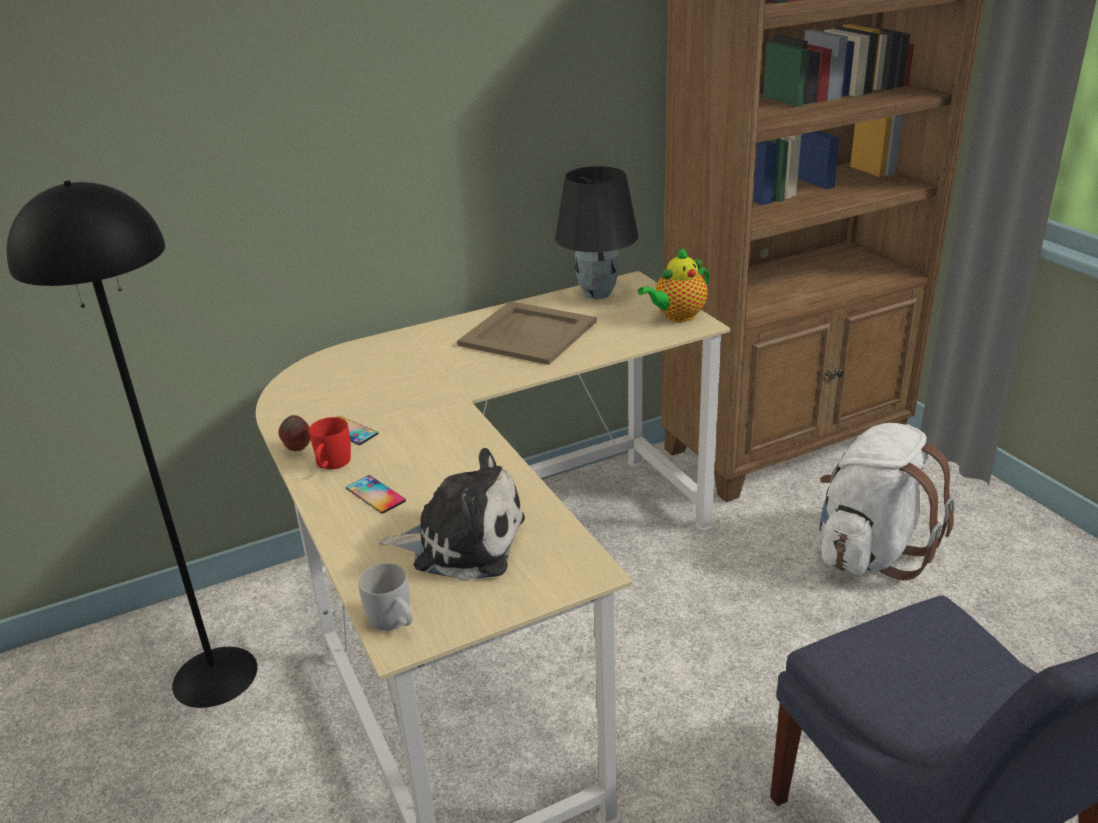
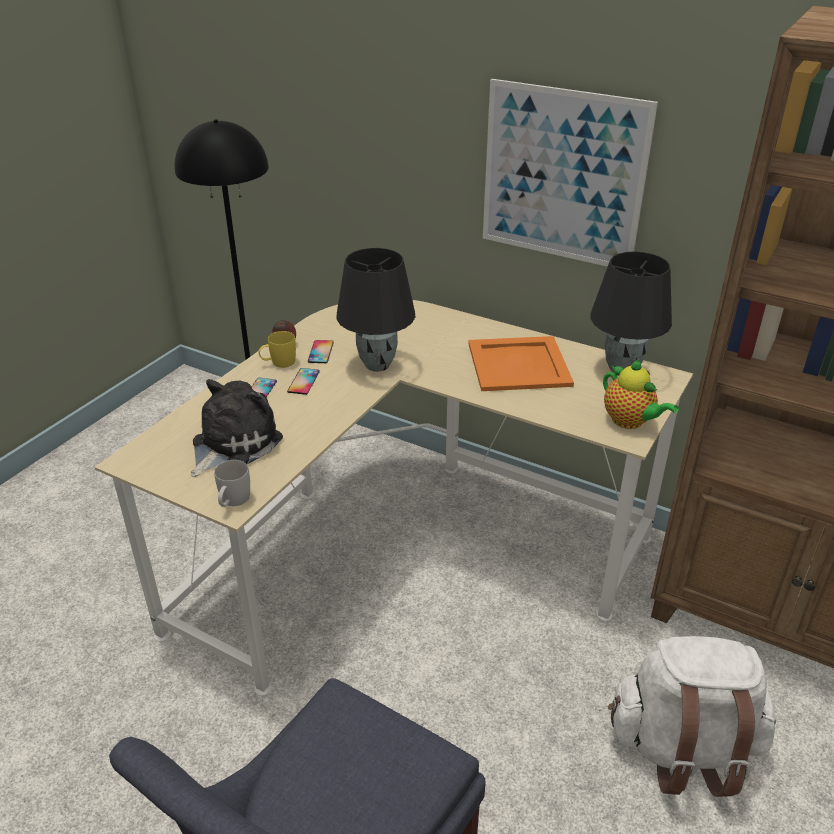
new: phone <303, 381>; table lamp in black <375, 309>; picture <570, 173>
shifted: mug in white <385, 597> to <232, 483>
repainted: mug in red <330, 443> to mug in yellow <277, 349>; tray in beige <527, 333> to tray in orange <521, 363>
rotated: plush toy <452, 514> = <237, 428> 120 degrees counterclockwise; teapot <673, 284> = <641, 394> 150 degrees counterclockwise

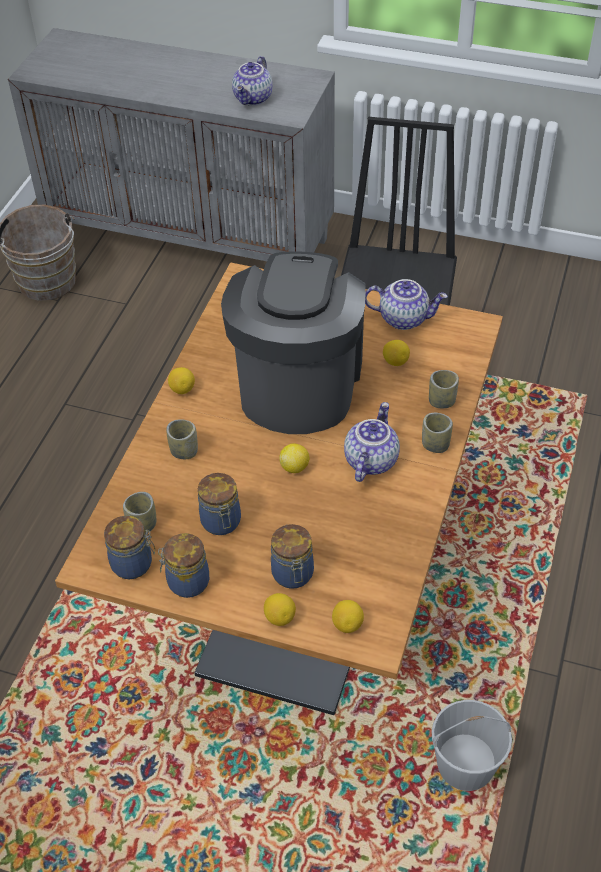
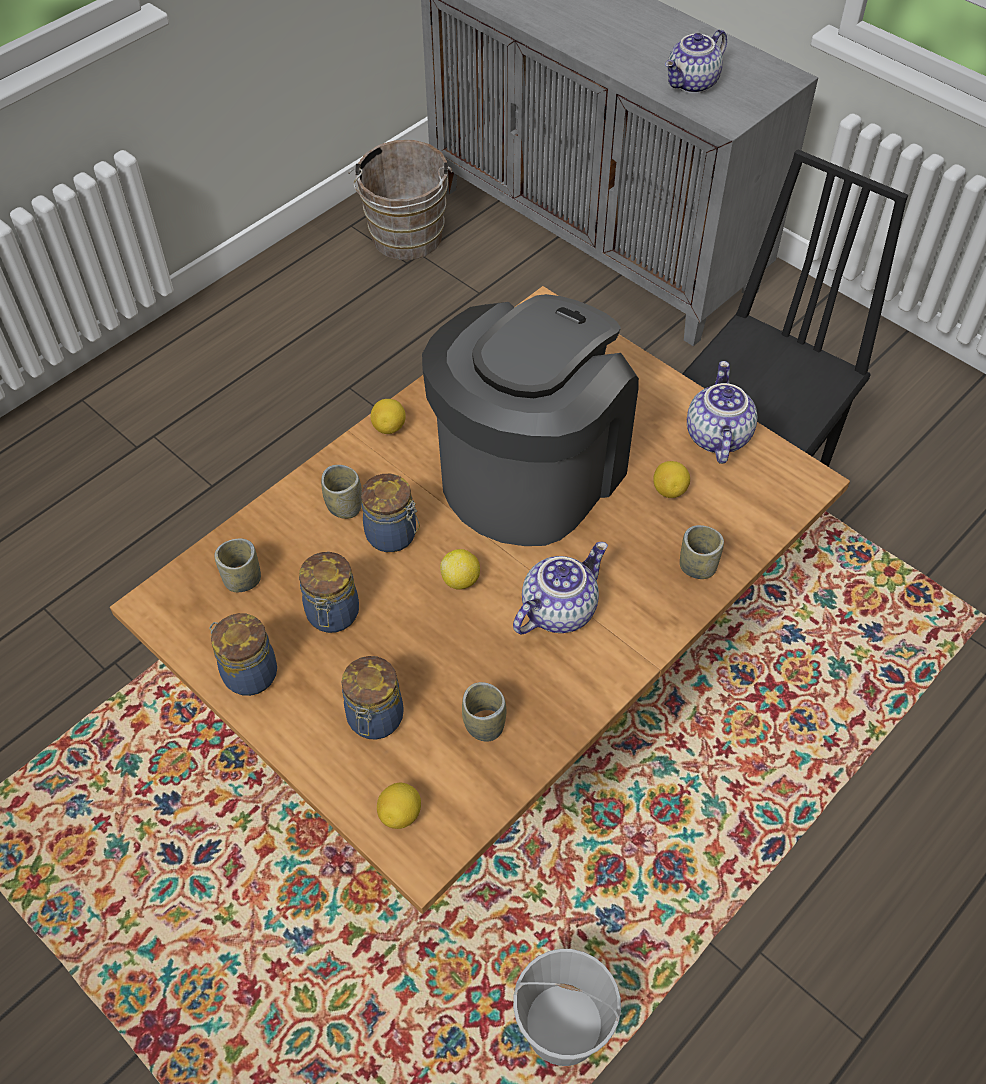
gone: lemon <280, 609>
shifted: jar <129, 547> to <390, 513>; cup <437, 433> to <484, 712>
rotated: teapot <406, 304> = <722, 412> 120 degrees counterclockwise

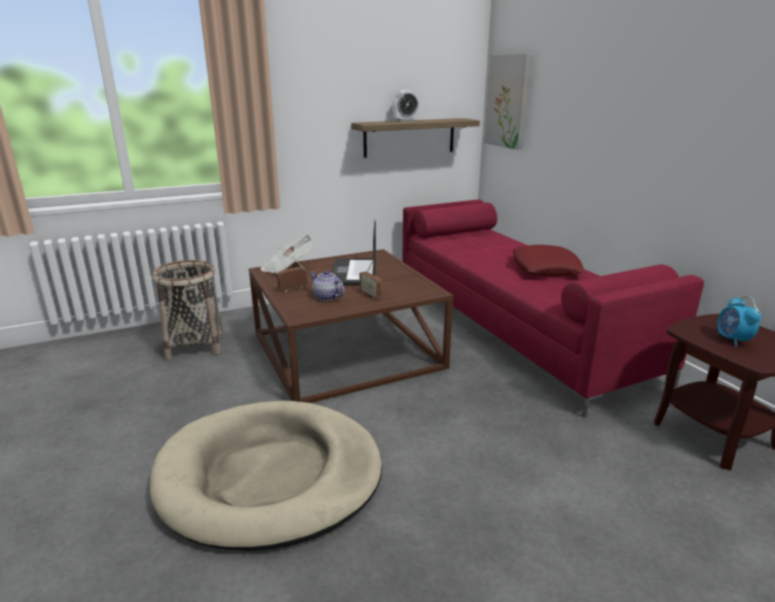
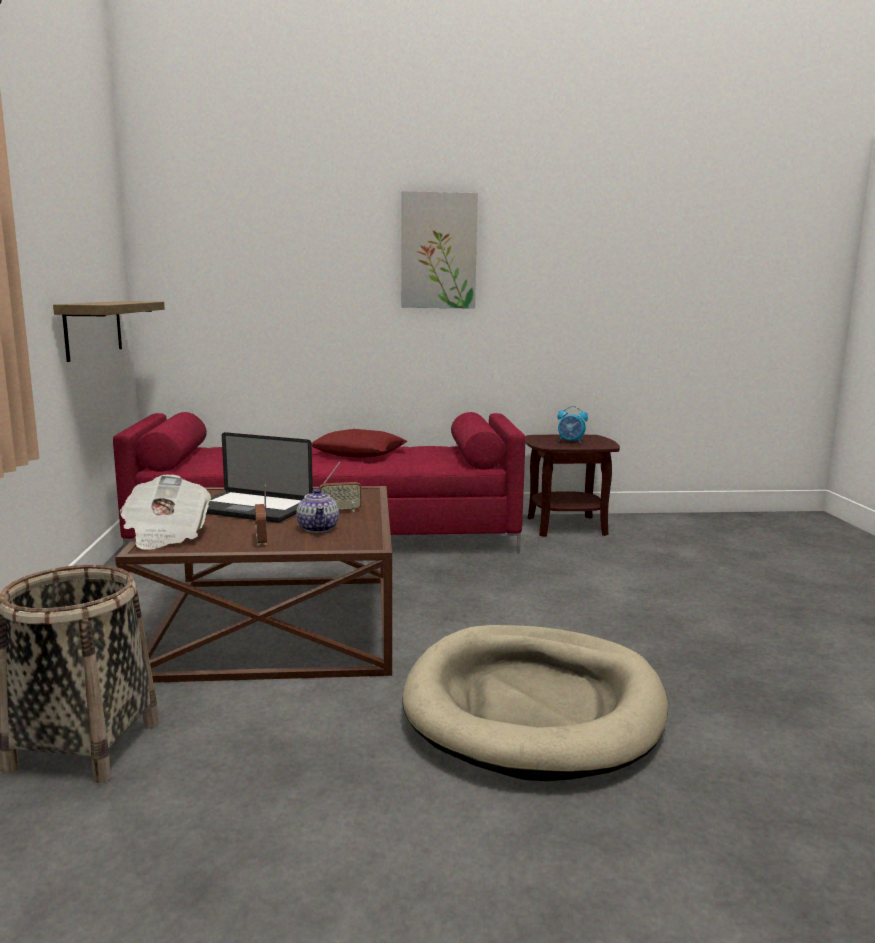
gone: alarm clock <405, 106>
shifted: picture <507, 102> to <440, 250>
rotated: teapot <327, 285> = <317, 511> 75 degrees counterclockwise

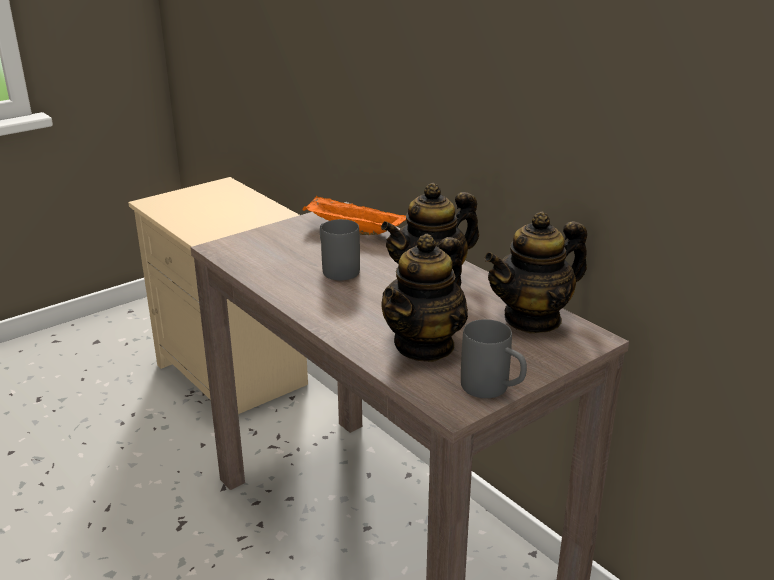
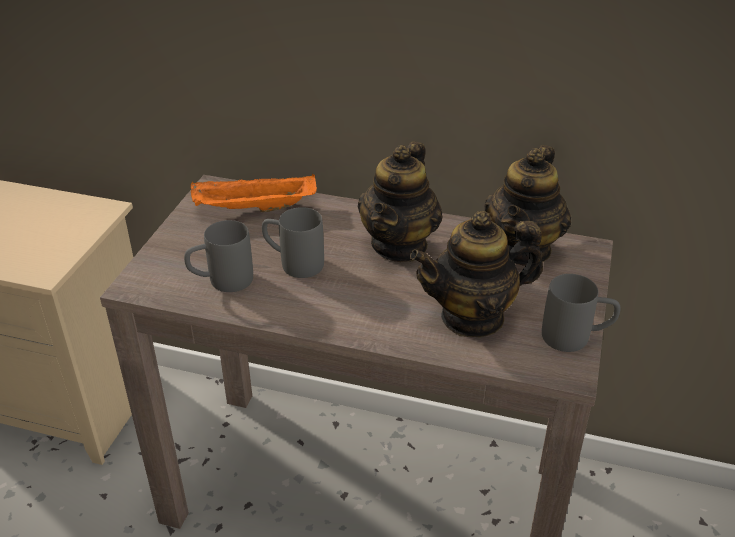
new: mug in grey <218, 256>
rotated: teapot <425, 298> = <476, 274> 75 degrees clockwise

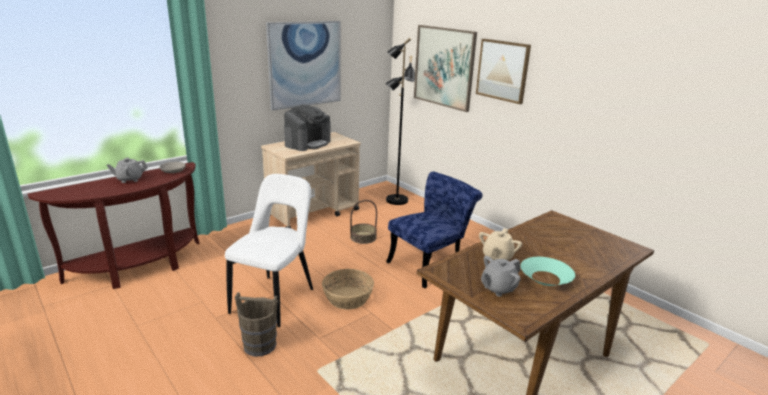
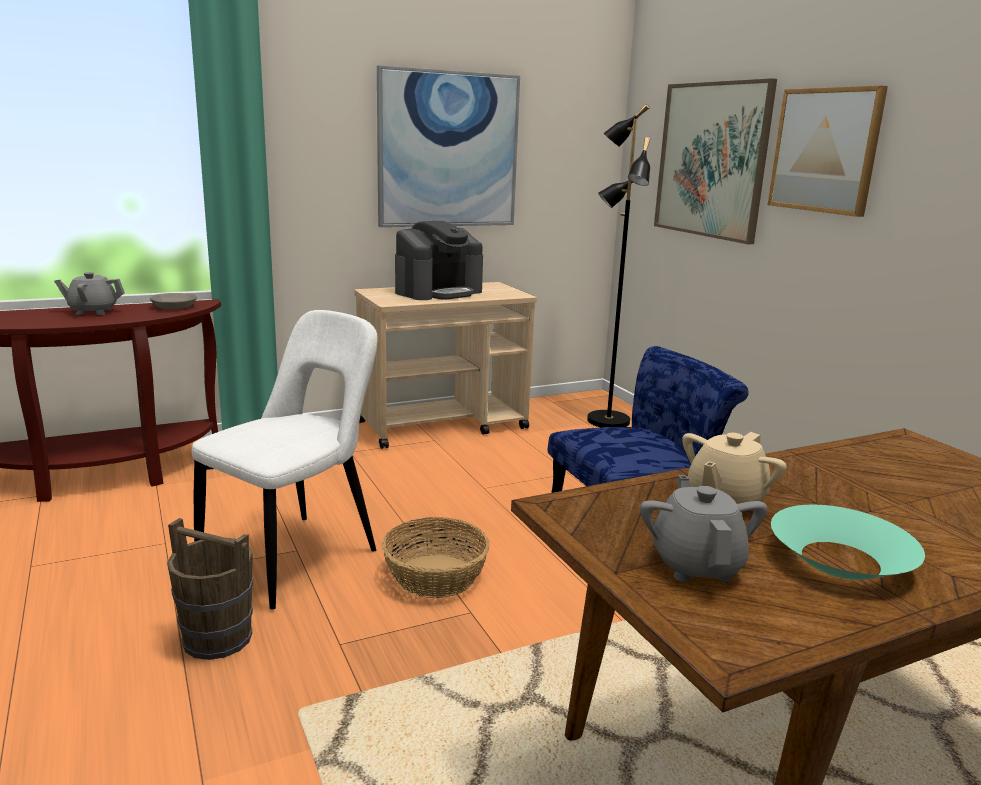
gone: basket <363, 222>
rotated: teapot in grey <501, 276> = <704, 528> 105 degrees clockwise

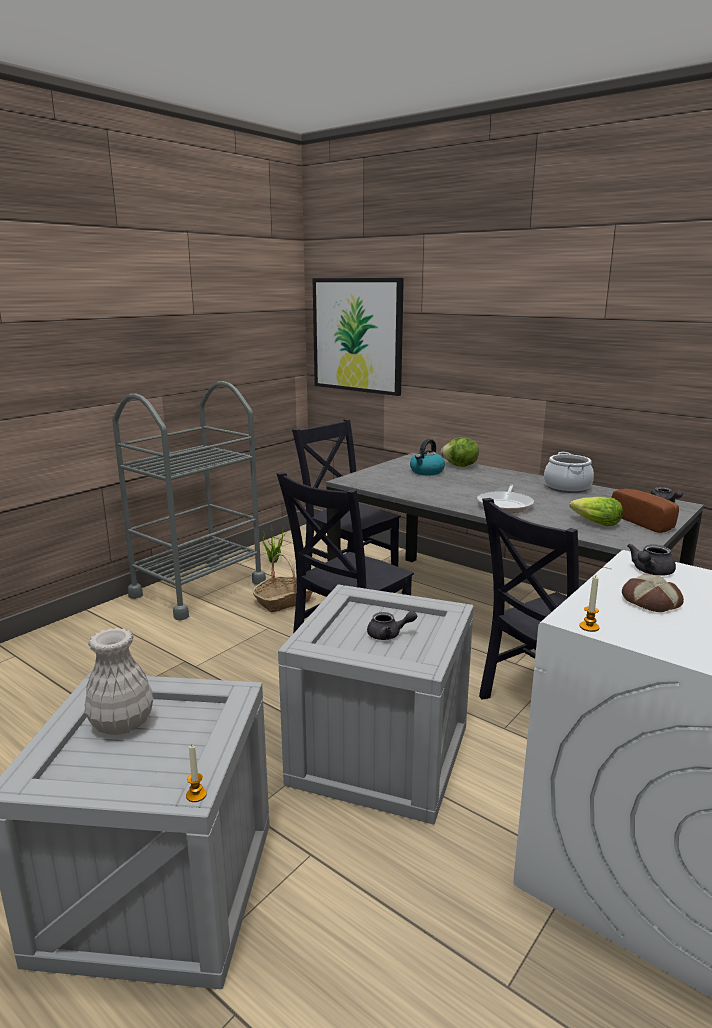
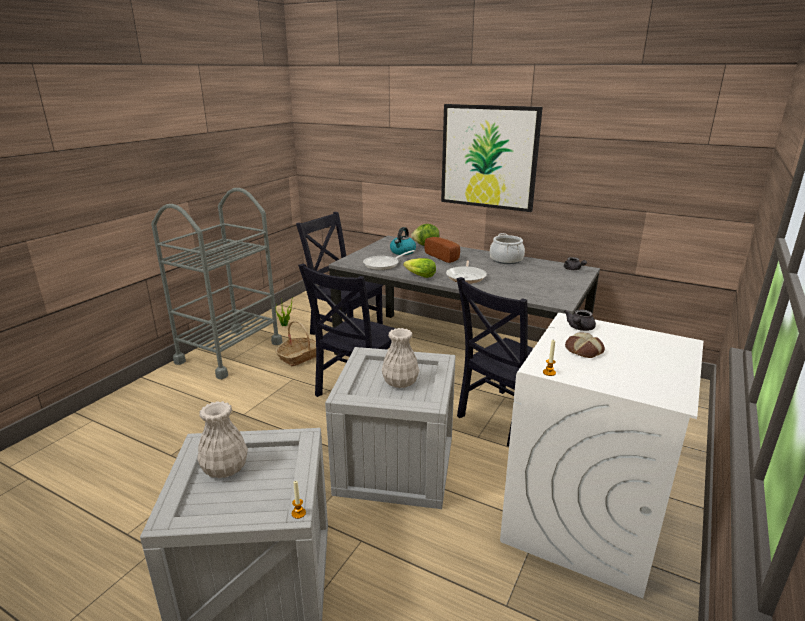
new: frying pan <389, 260>
shifted: picture <358, 337> to <492, 158>; lettuce <596, 511> to <419, 268>; bread <645, 511> to <442, 250>
swapped: teapot in grey <392, 625> to vase in white <400, 358>

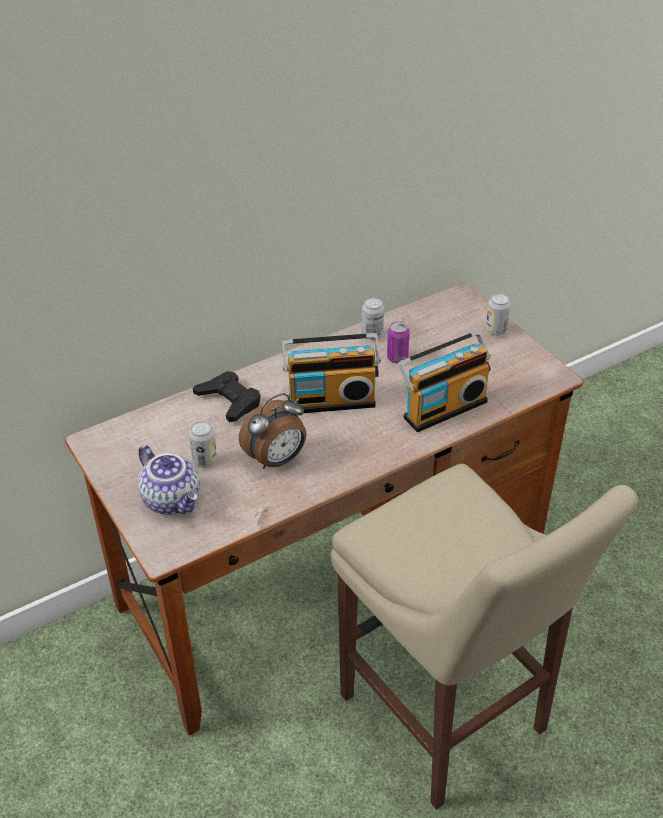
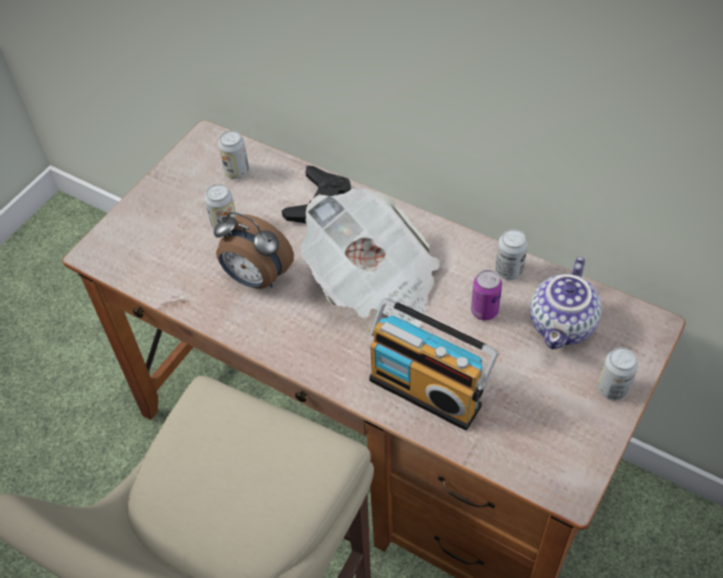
new: can <233, 155>
shifted: teapot <169, 480> to <566, 303>
swapped: radio <331, 373> to newspaper <370, 257>

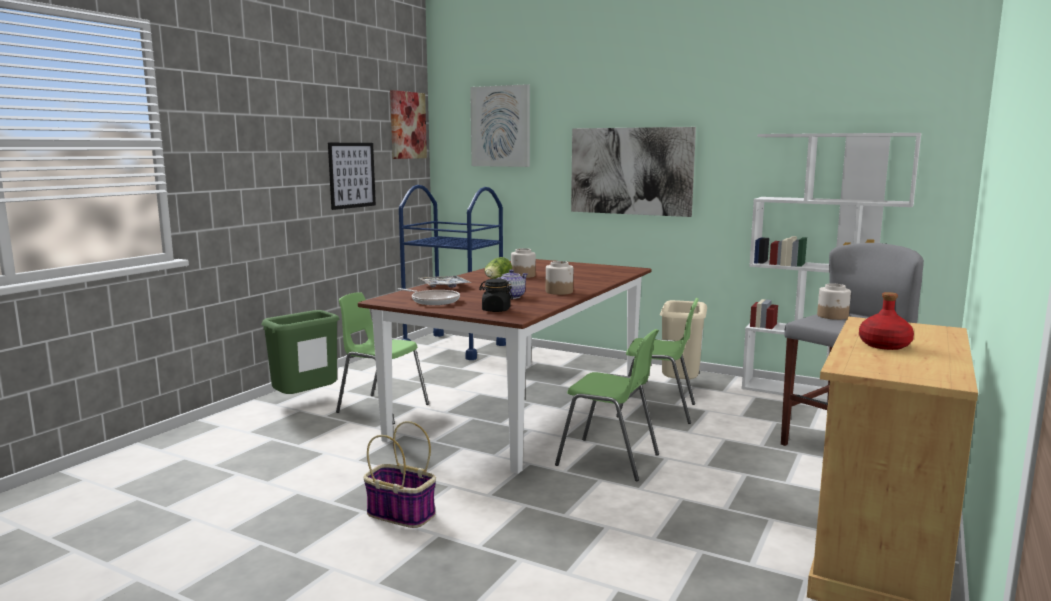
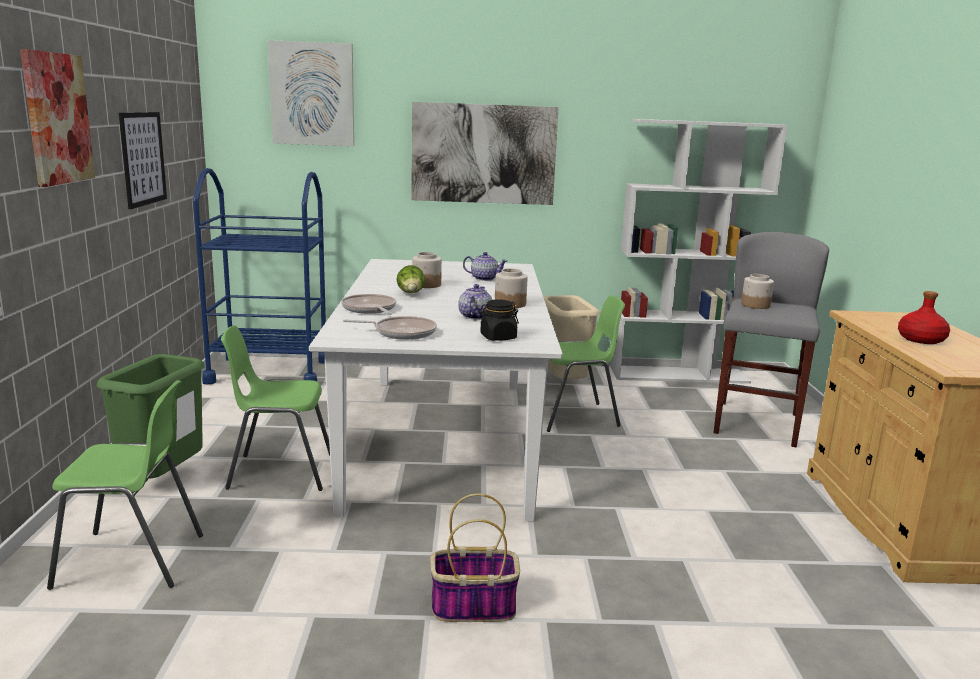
new: teapot <485, 266>
shifted: picture <408, 124> to <57, 118>; chair in green <607, 405> to <125, 485>
swapped: tray <445, 282> to frying pan <368, 304>
repainted: dining table in brown <505, 366> to dining table in white <436, 390>

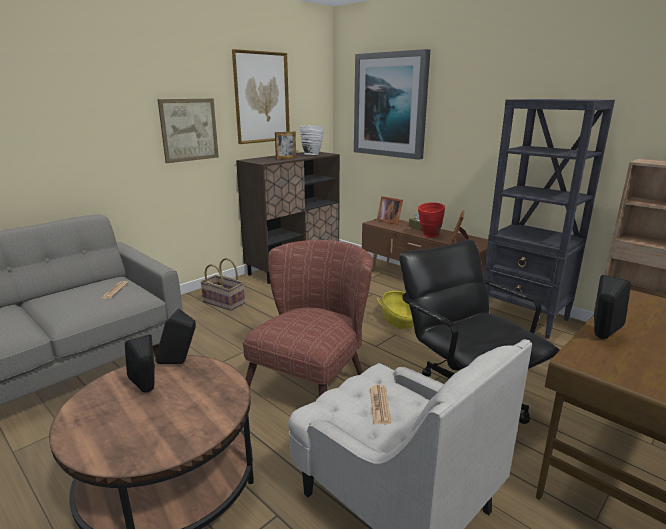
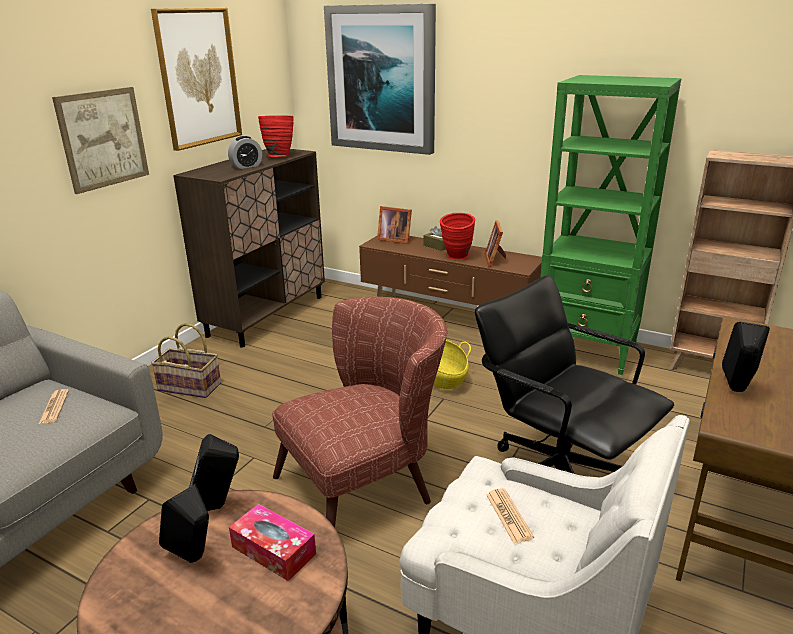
new: tissue box <272, 542>
swapped: picture frame <285, 145> to alarm clock <245, 152>
repainted: vase in white <312, 140> to vase in red <276, 136>; bookcase in black <549, 219> to bookcase in green <610, 225>
rotated: armchair in brown <308, 318> = <360, 412> 45 degrees clockwise

